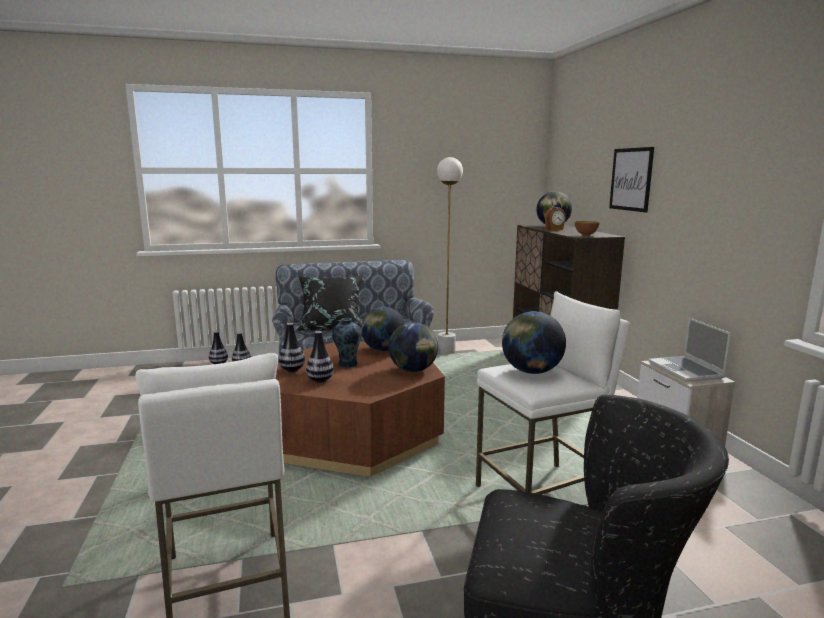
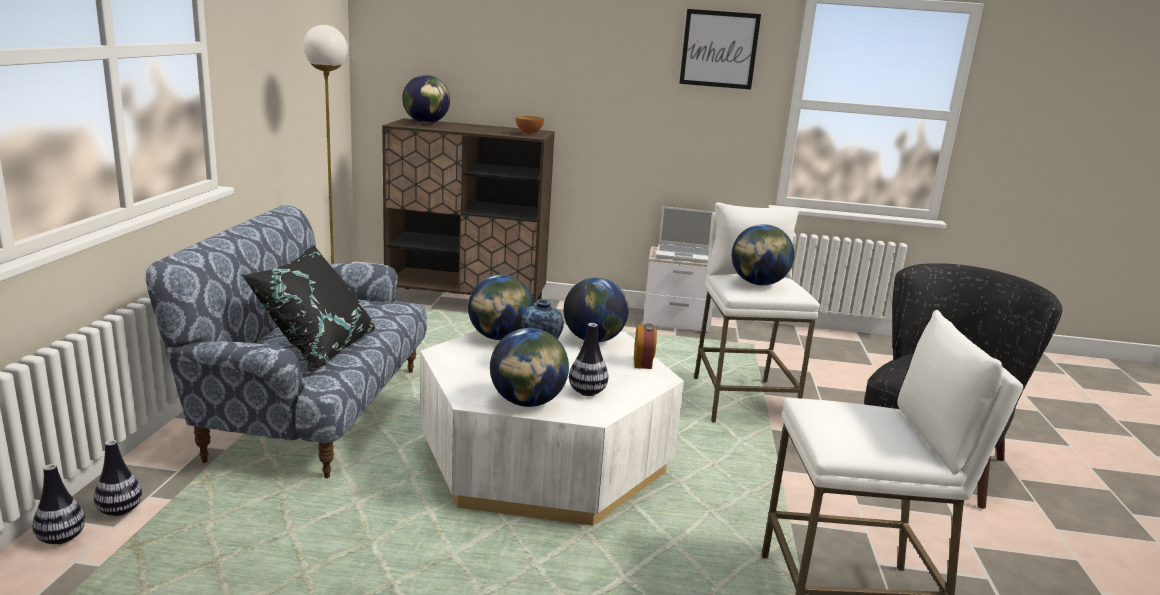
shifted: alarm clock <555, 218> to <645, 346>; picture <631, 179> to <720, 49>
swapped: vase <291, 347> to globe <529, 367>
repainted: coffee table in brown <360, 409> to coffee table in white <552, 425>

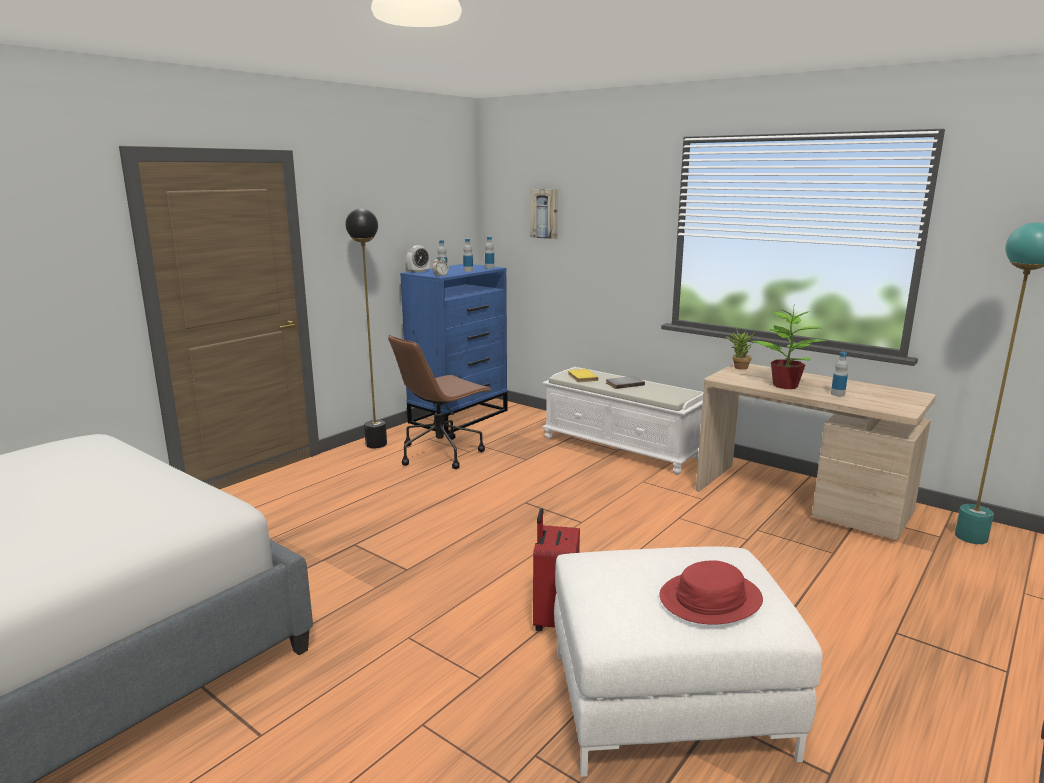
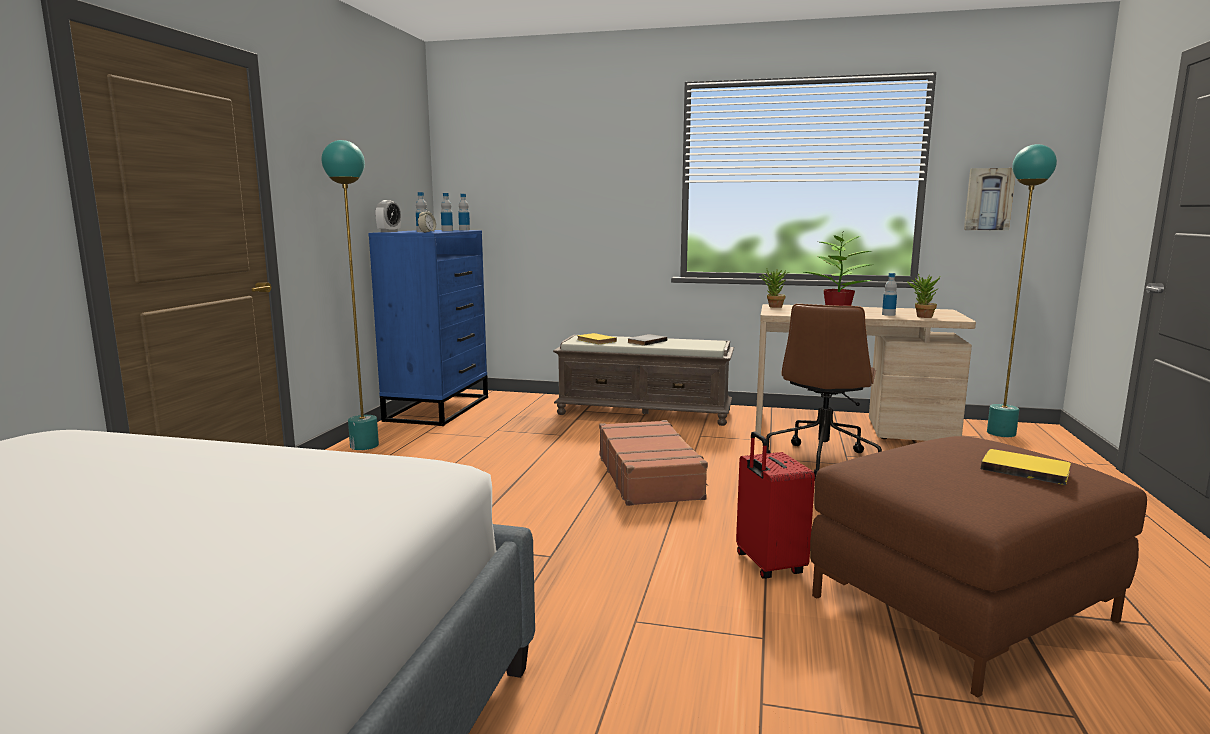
new: suitcase in brown <653, 463>; potted plant <923, 296>
shifted: office chair in brown <440, 402> to <822, 391>; picture <544, 214> to <989, 199>
swapped: hat in red <711, 592> to book in yellow <1026, 467>
repainted: floor lamp in black <366, 328> to floor lamp in turquoise <350, 295>; bench in white <622, 420> to bench in brown <643, 380>; ottoman in white <688, 661> to ottoman in brown <978, 566>

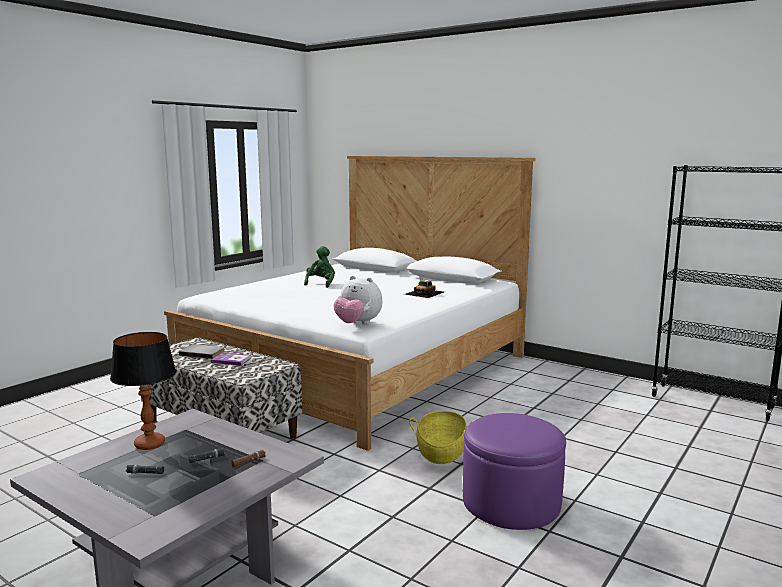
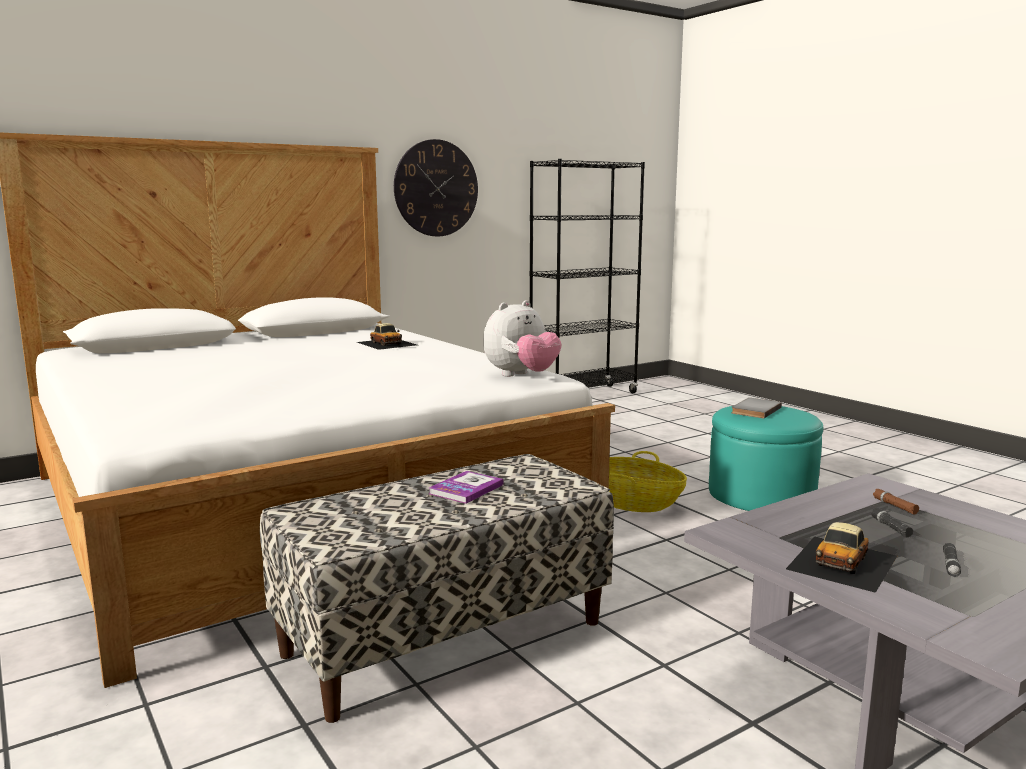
gone: plush toy in green <319, 267>
new: wall clock <436, 187>
shifted: book in grey <202, 351> to <757, 408>
swapped: table lamp <143, 391> to toy car <841, 557>
repainted: ottoman in purple <514, 471> to ottoman in turquoise <766, 458>

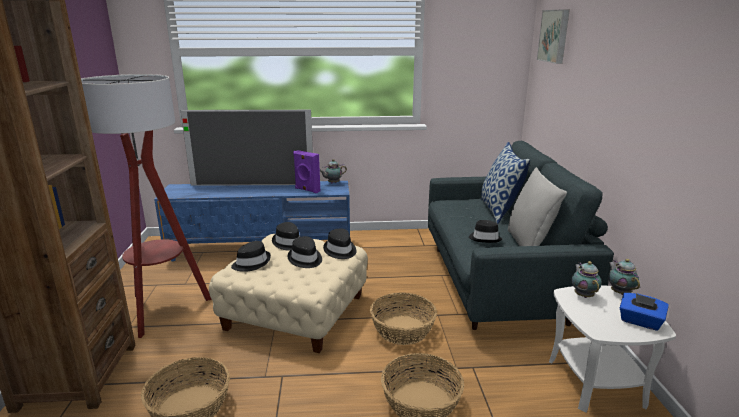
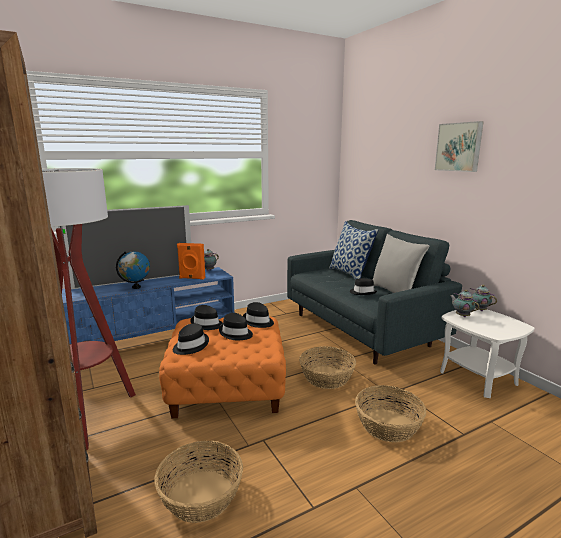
gone: tissue box in blue <644, 312>
new: globe <133, 270>
shifted: picture <553, 36> to <459, 146>
repainted: ottoman in beige <288, 293> to ottoman in orange <222, 367>; speaker in purple <306, 171> to speaker in orange <191, 261>

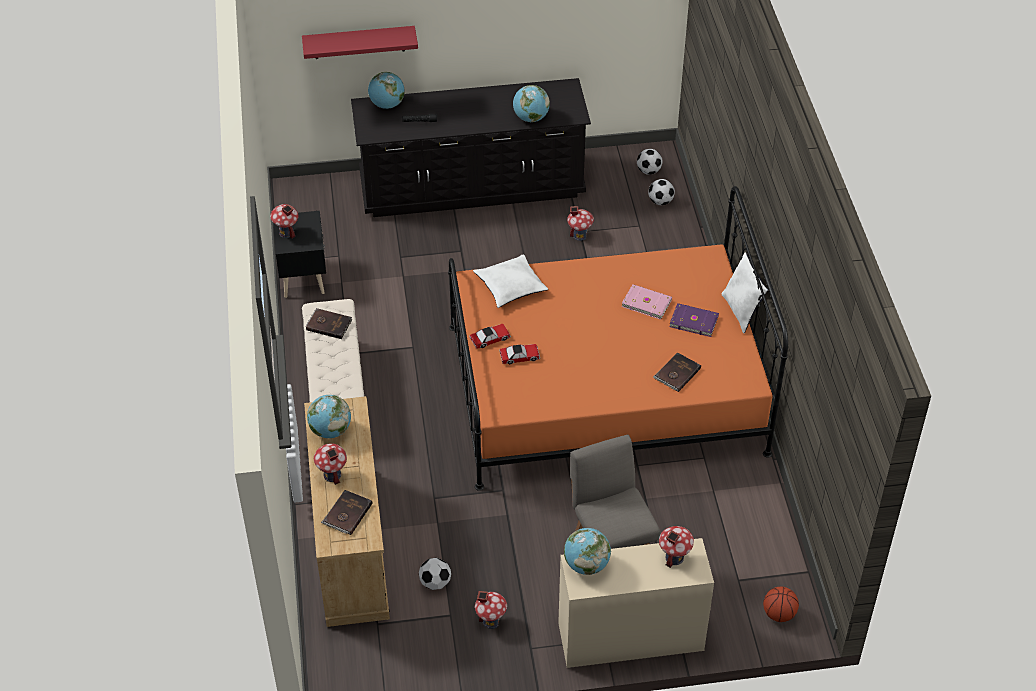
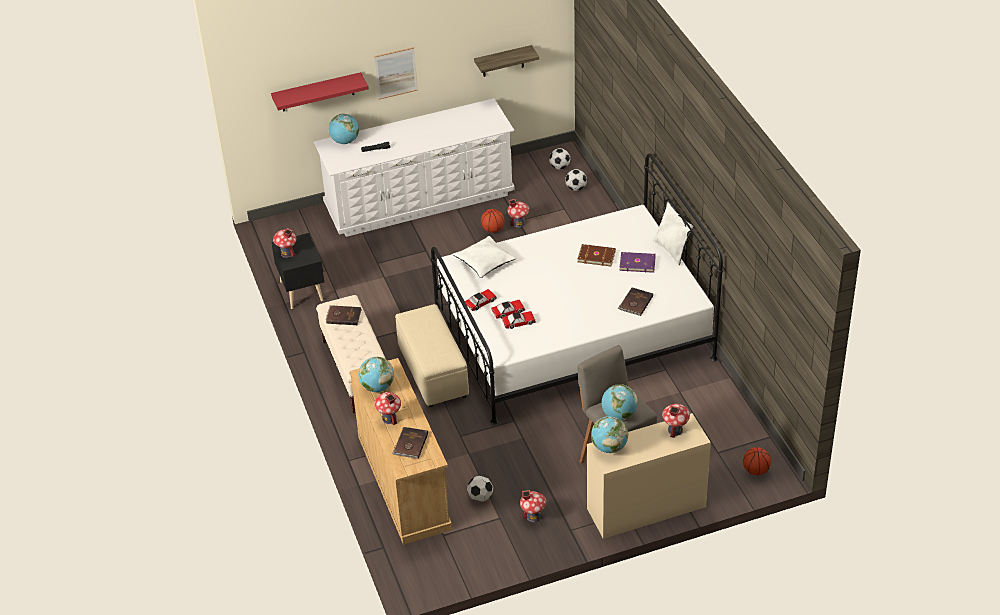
new: picture <396, 73>; ottoman in beige <432, 356>; shelf <506, 61>; basketball <492, 221>; toy car <519, 320>
shifted: globe <531, 103> to <620, 402>
repainted: dresser in black <471, 147> to dresser in white <414, 167>; bed in orange <618, 338> to bed in white <577, 288>; book in pink <647, 302> to book in brown <597, 255>

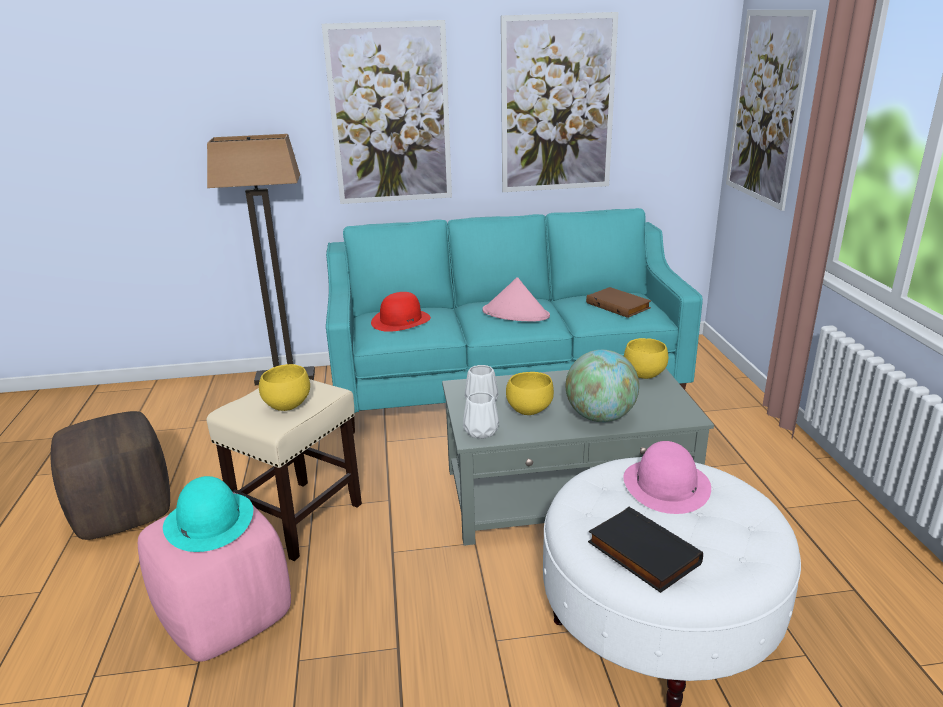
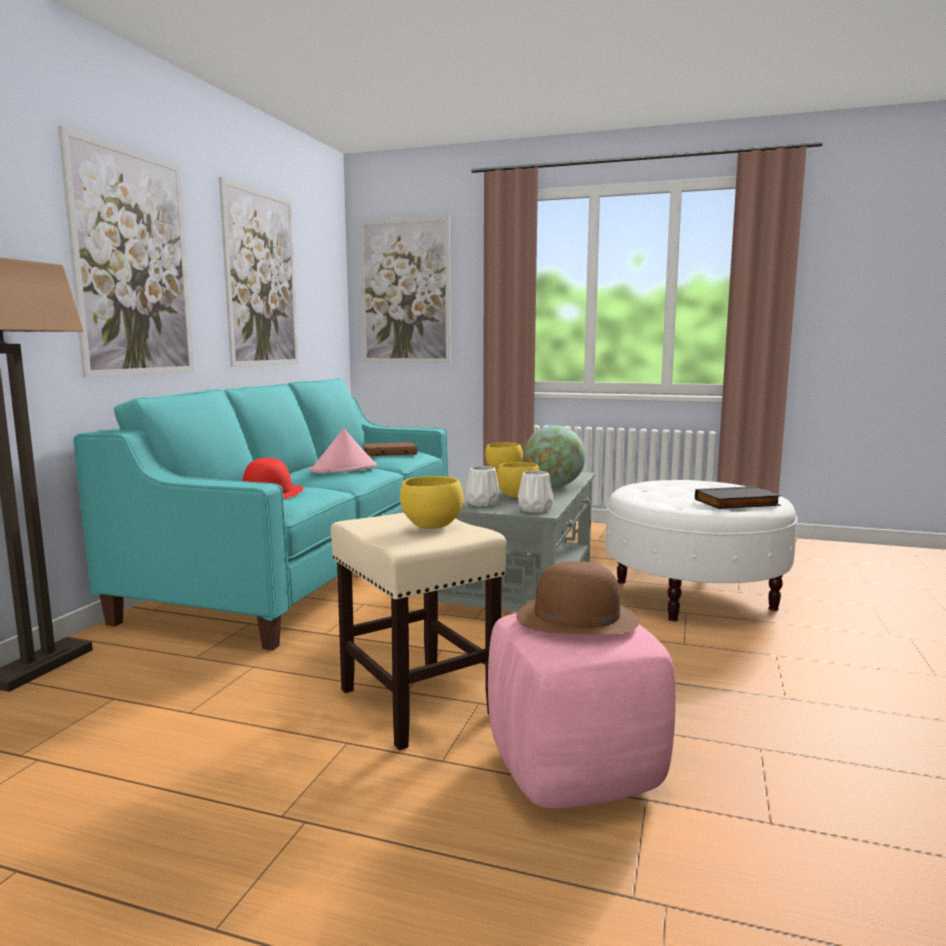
gone: ottoman in brown <110, 475>; hat in pink <667, 477>
repainted: hat in turquoise <208, 514> to hat in brown <577, 598>

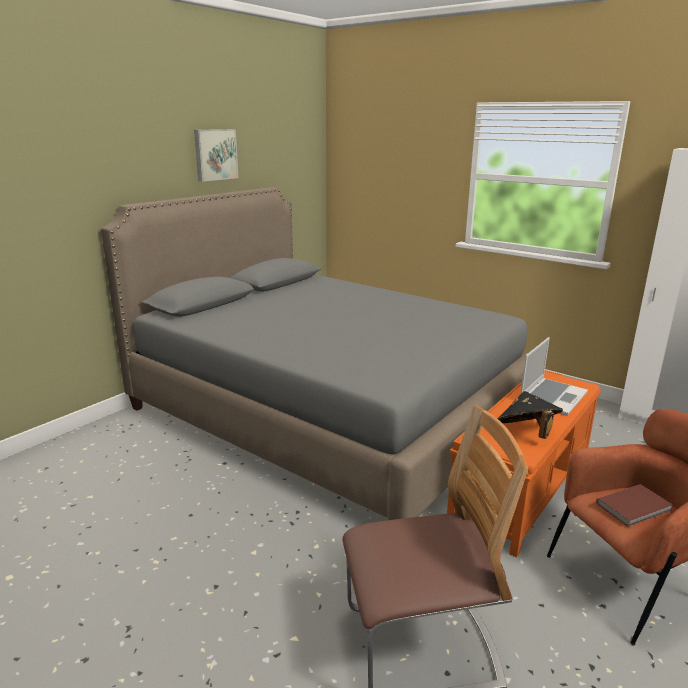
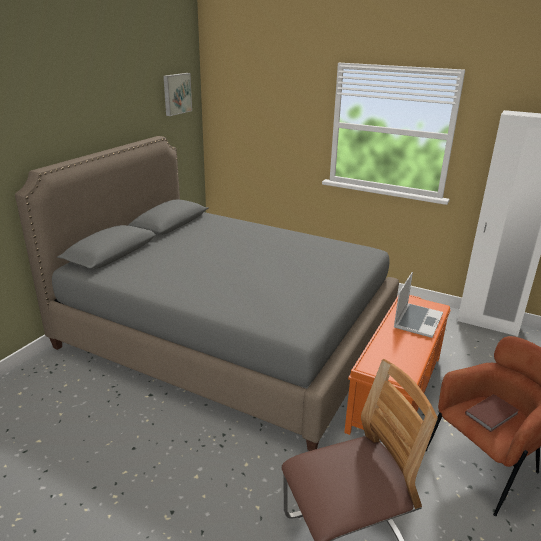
gone: hat in black <530, 415>
shifted: picture <216, 155> to <177, 94>

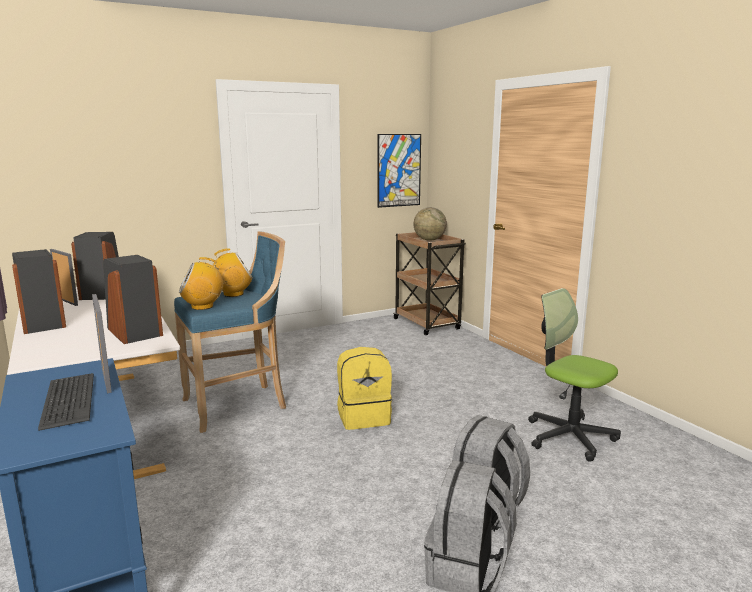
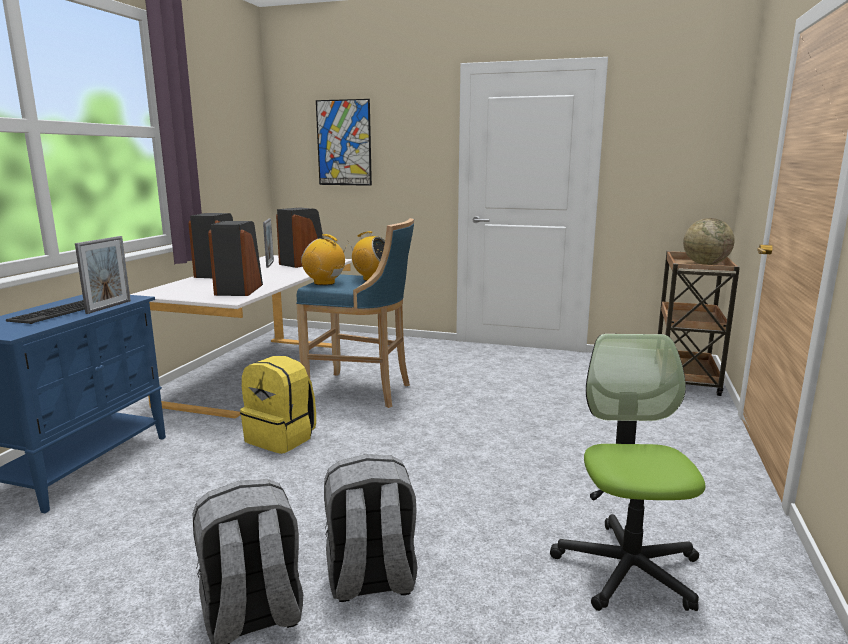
shifted: backpack in yellow <365, 388> to <278, 405>; picture <399, 171> to <344, 142>

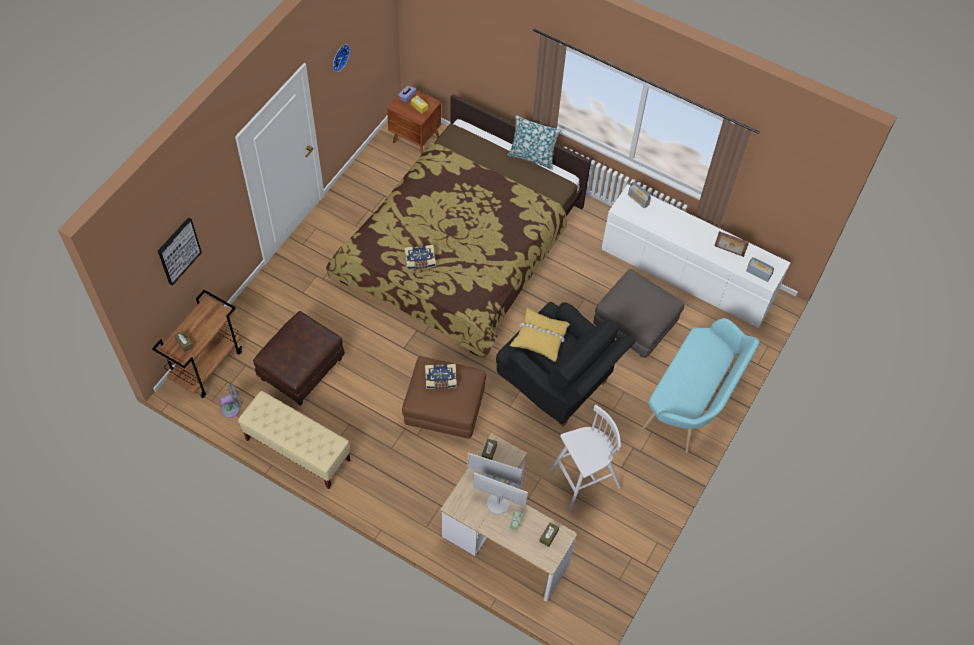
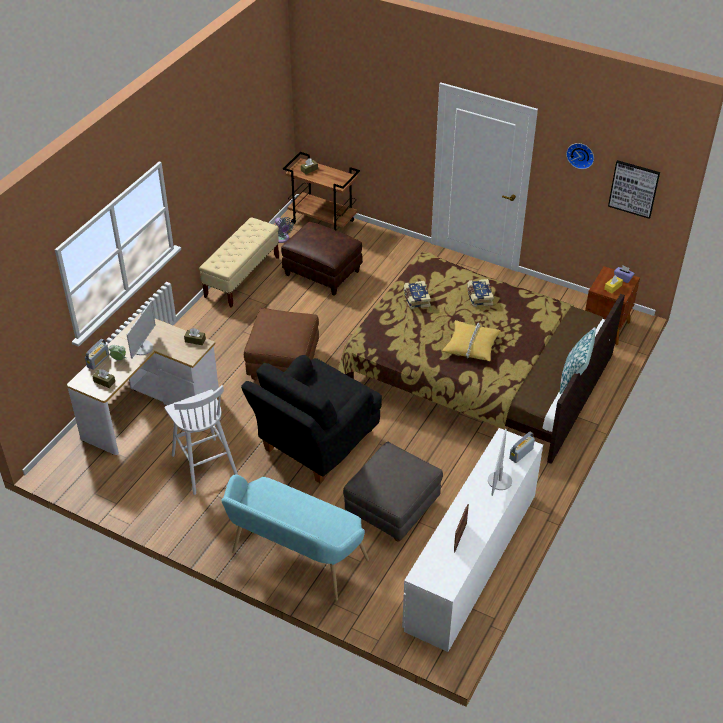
shifted: picture <180, 251> to <634, 189>; book <441, 376> to <480, 293>; monitor <494, 468> to <500, 462>; pillow in yellow <540, 335> to <471, 340>; radio <760, 269> to <97, 354>

